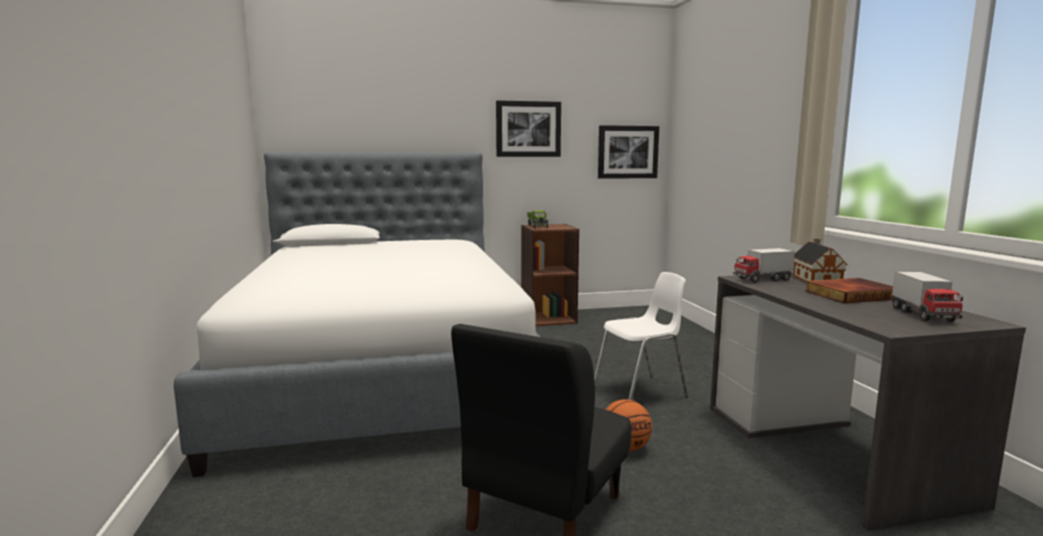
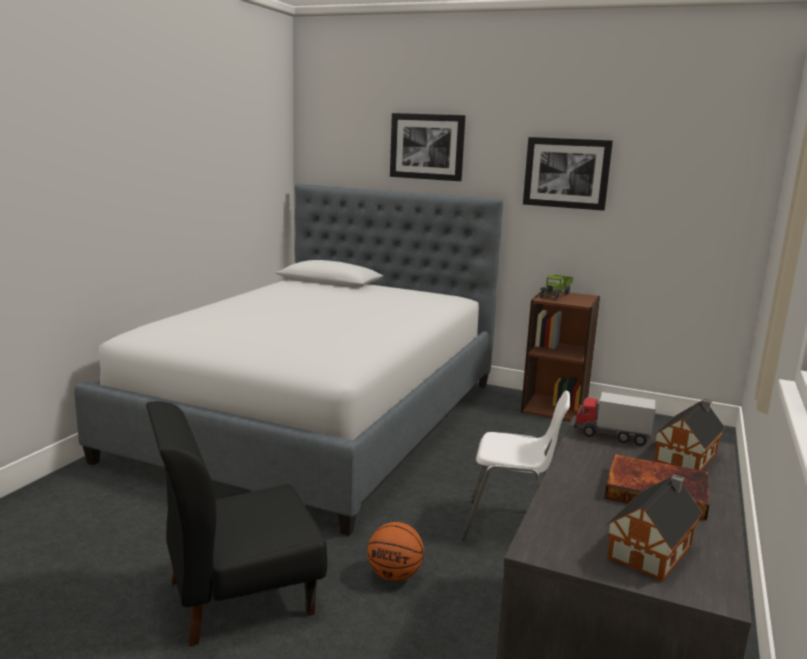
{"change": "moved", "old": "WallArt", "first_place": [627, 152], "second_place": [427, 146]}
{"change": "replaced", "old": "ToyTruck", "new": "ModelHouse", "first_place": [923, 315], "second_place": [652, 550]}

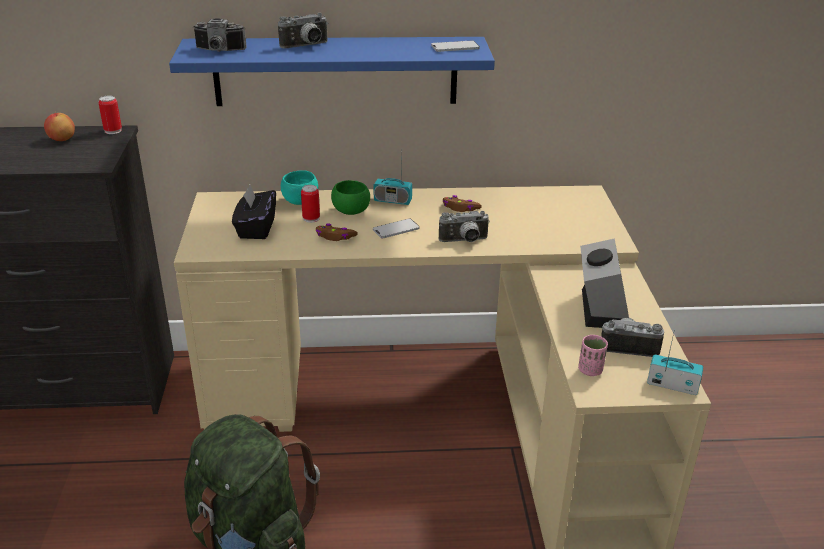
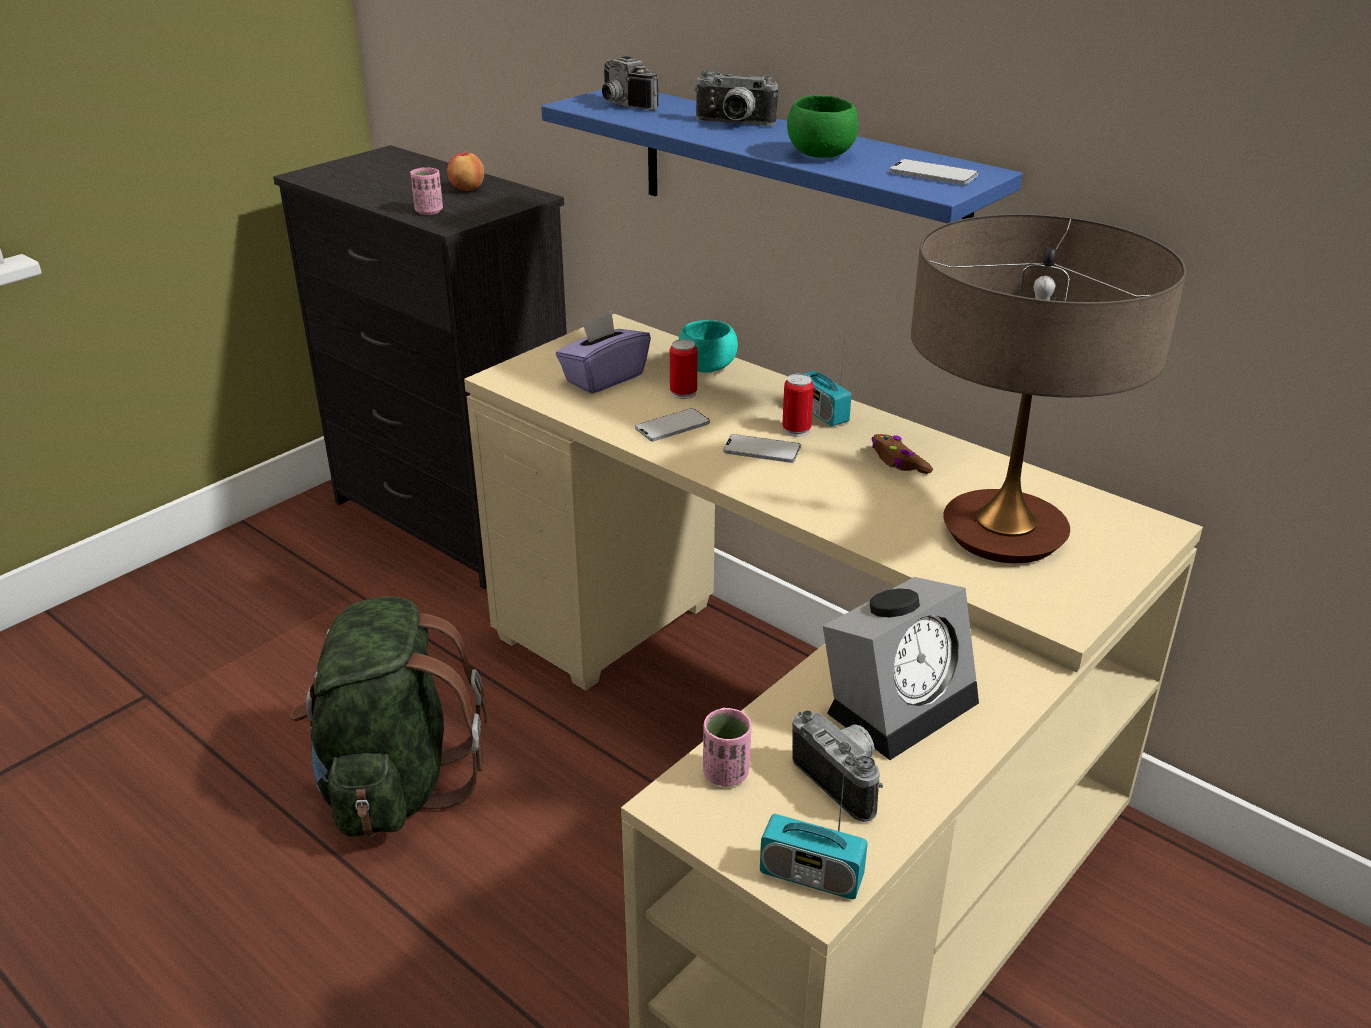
{"change": "added", "new": "PinkColouredSmallCup", "second_place": [429, 211]}
{"change": "recoloured", "old": "BlackColouredTissueHolder", "new": "PurpleColouredTissueHolder", "first_place": [256, 228], "second_place": [604, 378]}
{"change": "replaced", "old": "BrownJoypad", "new": "Handset", "first_place": [335, 237], "second_place": [672, 426]}
{"change": "turned", "old": "RadioSet", "first_place": [672, 385], "second_place": [811, 875], "degrees": 135}
{"change": "moved", "old": "Can", "first_place": [113, 131], "second_place": [796, 430]}
{"change": "moved", "old": "GreenBowl", "first_place": [351, 211], "second_place": [820, 155]}
{"change": "added", "new": "TableLamp", "second_place": [1004, 534]}
{"change": "removed", "old": "StillCamera", "first_place": [464, 241]}

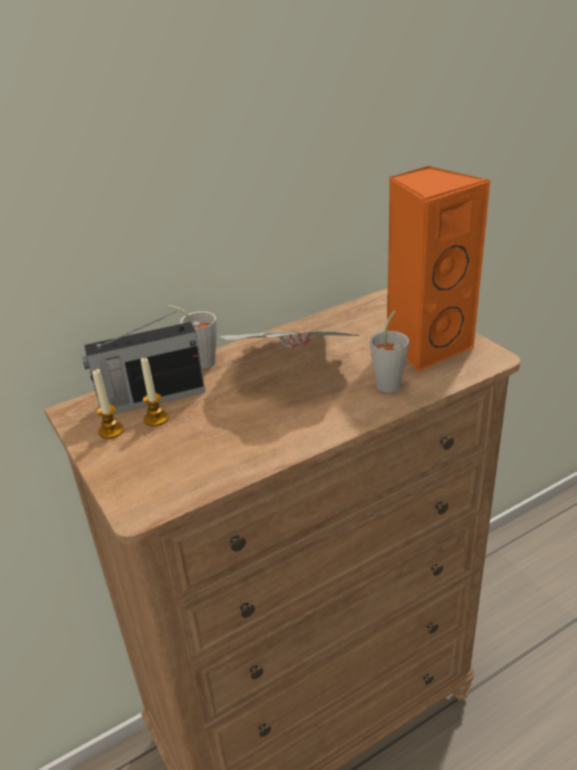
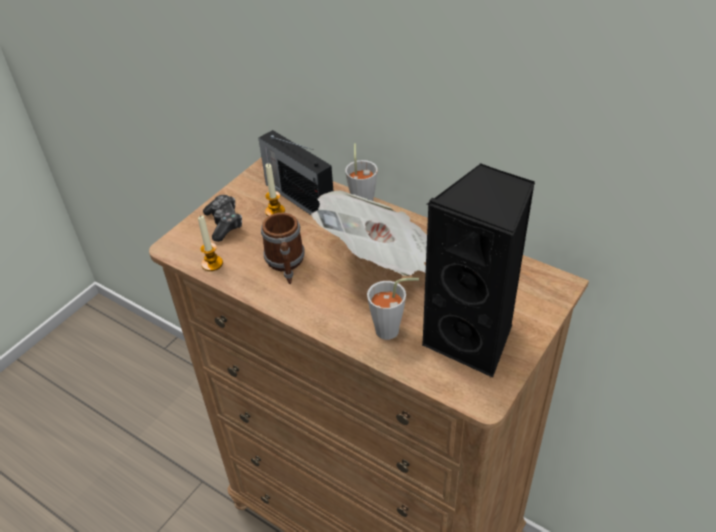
{"change": "moved", "old": "WaxCandle", "first_place": [111, 431], "second_place": [212, 264]}
{"change": "added", "new": "Joypad", "second_place": [224, 223]}
{"change": "added", "new": "Mug", "second_place": [286, 265]}
{"change": "recoloured", "old": "OrangeyAudioSpeaker", "new": "BlackColouredAudioSpeaker", "first_place": [426, 346], "second_place": [473, 339]}

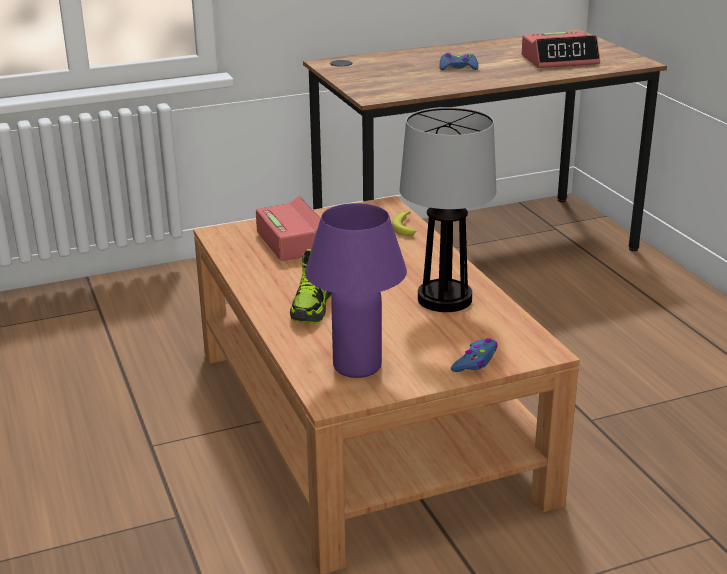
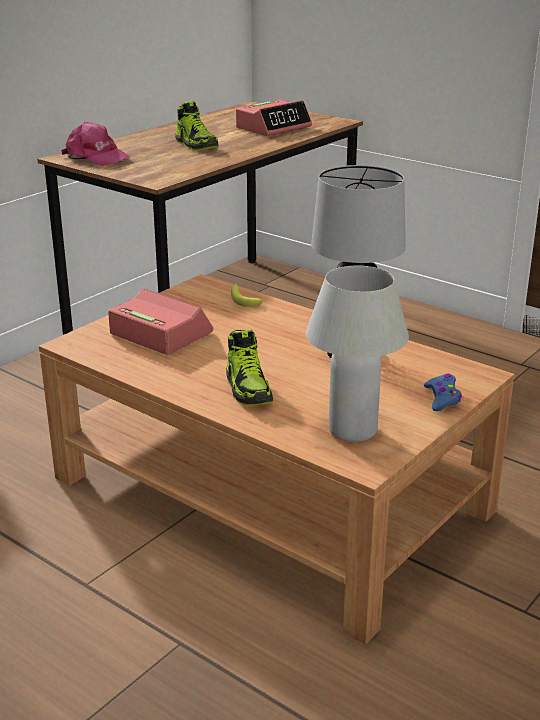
{"change": "added", "new": "PinkColouredBaseballCap", "second_place": [96, 157]}
{"change": "replaced", "old": "BlueColouredJoypad", "new": "Shoe", "first_place": [458, 67], "second_place": [196, 145]}
{"change": "recoloured", "old": "PurpleColouredTableLamp", "new": "WhitishTableLamp", "first_place": [357, 366], "second_place": [352, 430]}

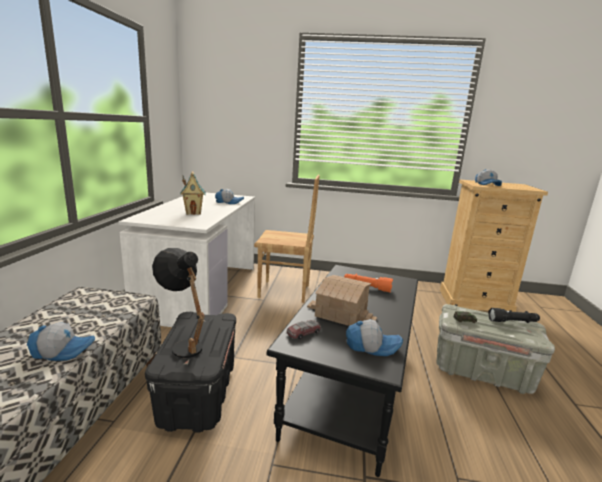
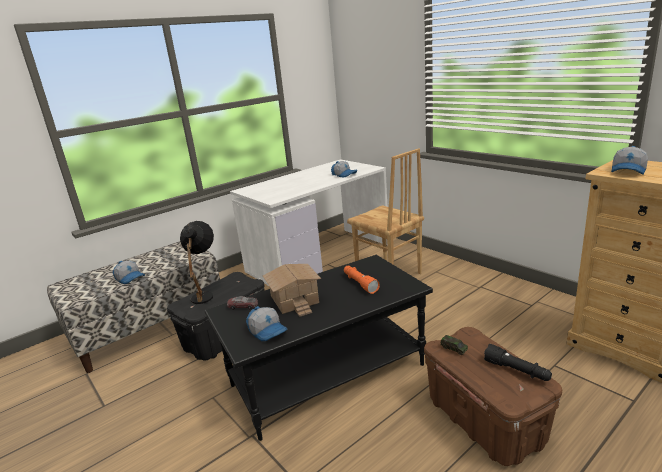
{"change": "recoloured", "old": "GrayStorageBox", "new": "BrownStorageBox", "first_place": [481, 372], "second_place": [483, 420]}
{"change": "removed", "old": "ModelHouse", "first_place": [194, 213]}

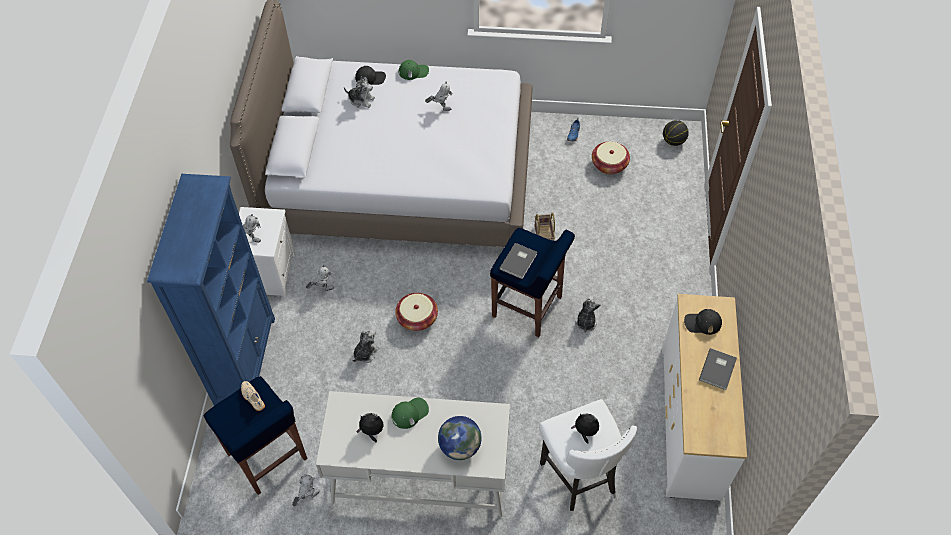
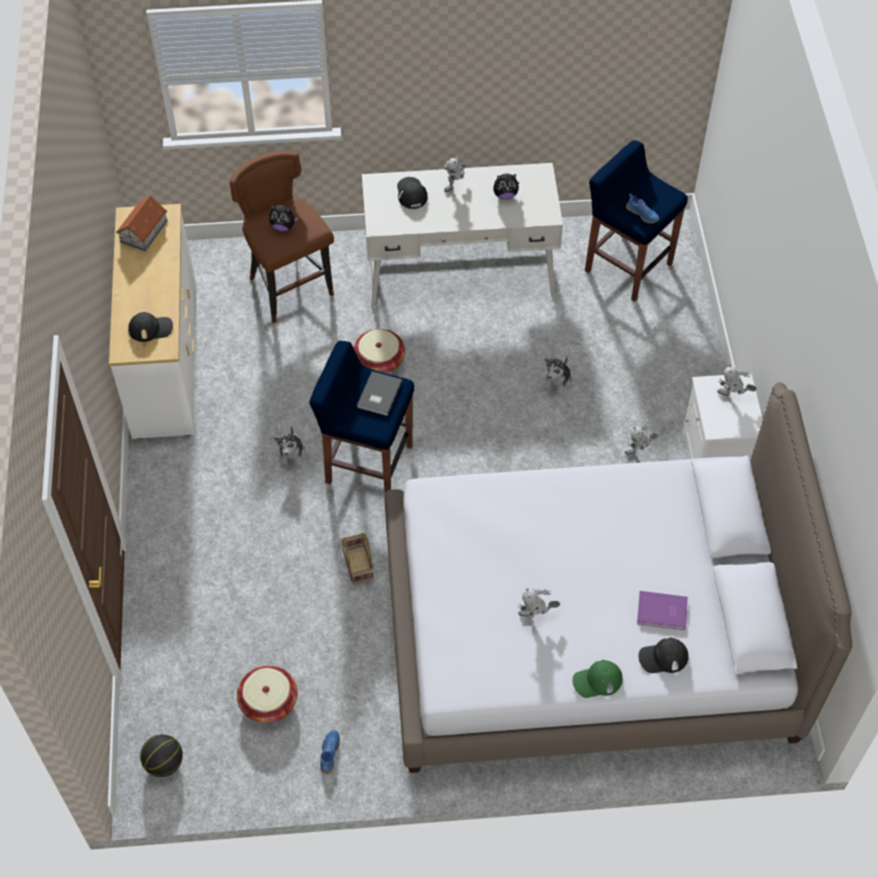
{"change": "added", "new": "ModelHouse", "second_place": [143, 231]}
{"change": "recoloured", "old": "WhitishSittingStool", "new": "BrownSittingStool", "first_place": [578, 479], "second_place": [290, 289]}
{"change": "moved", "old": "HouseholdBasket", "first_place": [417, 318], "second_place": [379, 360]}
{"change": "replaced", "old": "DeskGlobe", "new": "BlackColouredBaseballCap", "first_place": [460, 446], "second_place": [411, 193]}
{"change": "moved", "old": "ModelRobot", "first_place": [307, 497], "second_place": [456, 185]}
{"change": "recoloured", "old": "BeigeColouredShoe", "new": "BlueColouredShoe", "first_place": [252, 398], "second_place": [642, 214]}
{"change": "replaced", "old": "CuddlyToy", "new": "PurpleColouredVolume", "first_place": [361, 100], "second_place": [662, 612]}
{"change": "removed", "old": "BlueColouredBookcase", "first_place": [245, 360]}
{"change": "removed", "old": "GreenBaseballCap", "first_place": [410, 413]}
{"change": "removed", "old": "GrayVolume", "first_place": [718, 369]}

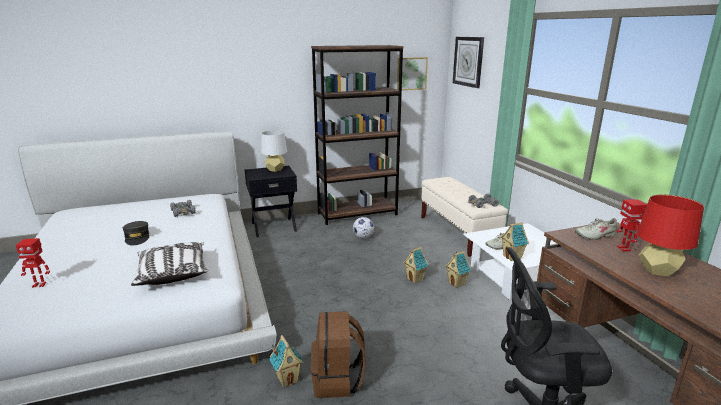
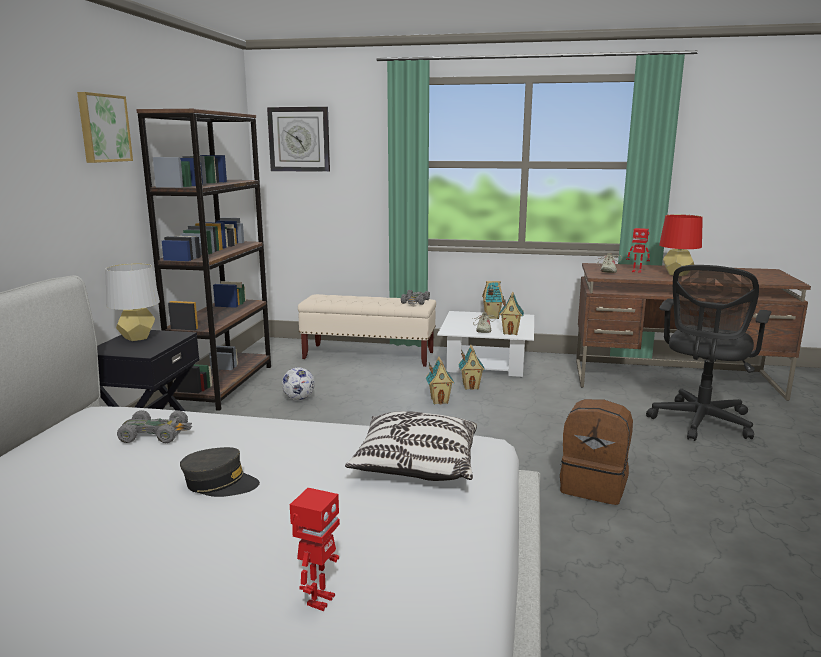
{"change": "moved", "old": "WallArt", "first_place": [411, 73], "second_place": [103, 128]}
{"change": "moved", "old": "ModelHouse", "first_place": [287, 379], "second_place": [491, 317]}

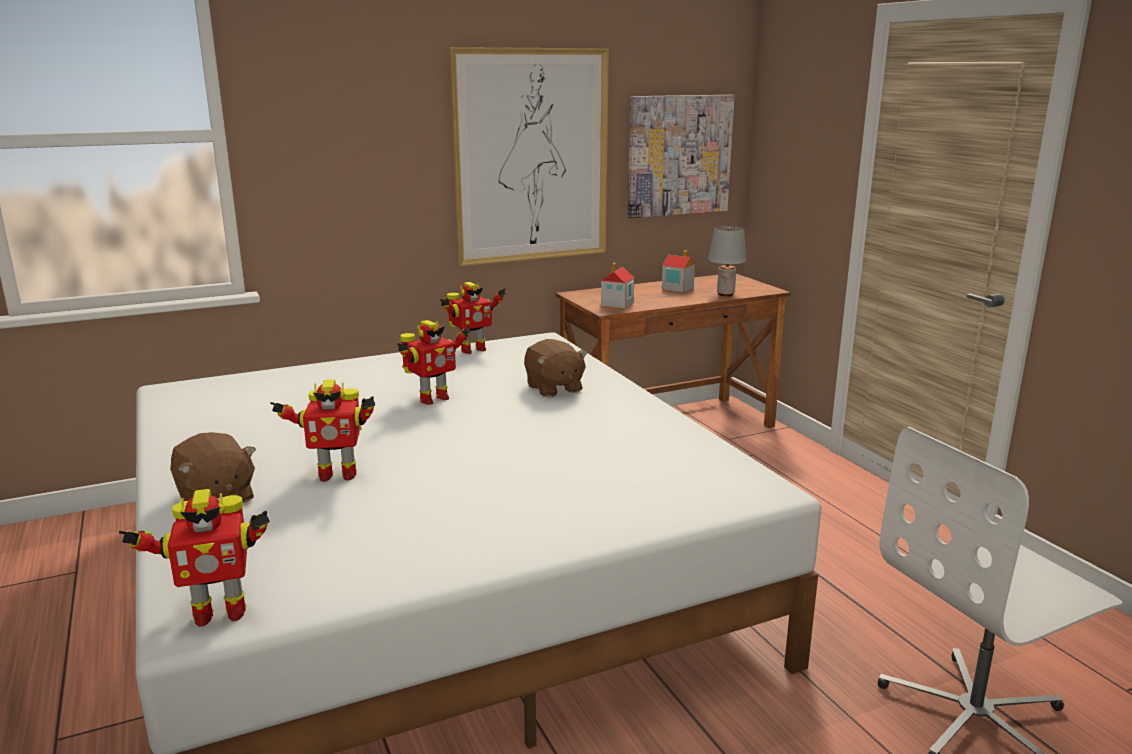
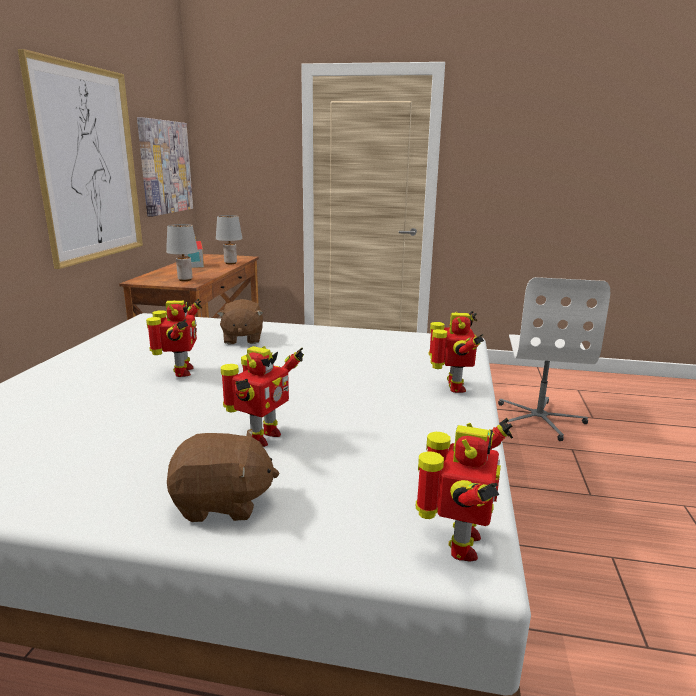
{"change": "replaced", "old": "ModelHouse", "new": "GrayTableLamp", "first_place": [617, 304], "second_place": [185, 280]}
{"change": "turned", "old": "BrownCuddlyToy", "first_place": [554, 388], "second_place": [242, 339], "degrees": 75}
{"change": "moved", "old": "ModelRobot", "first_place": [472, 350], "second_place": [453, 387]}

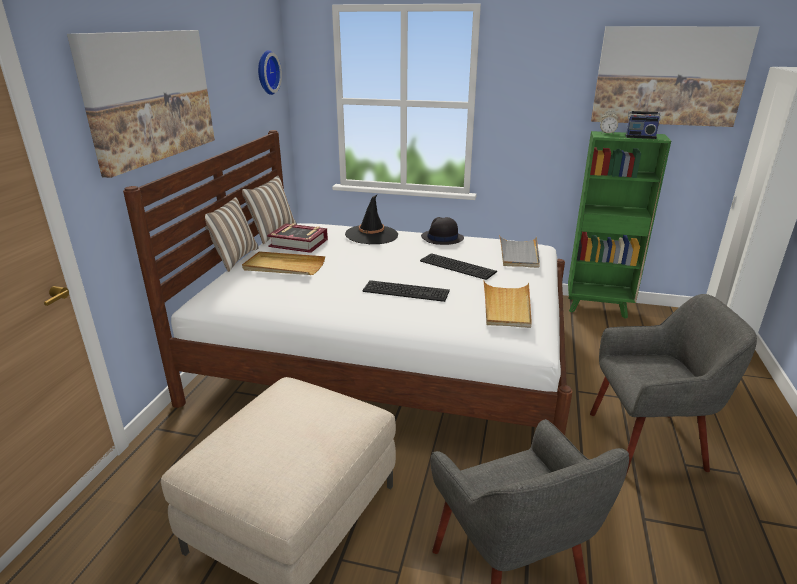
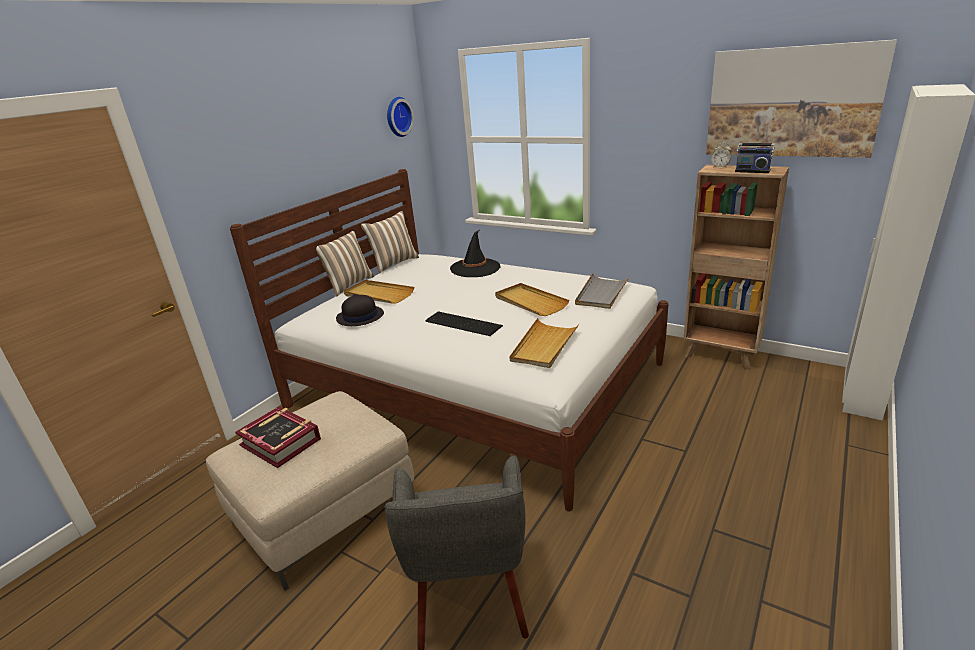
{"change": "moved", "old": "Volume", "first_place": [299, 243], "second_place": [281, 442]}
{"change": "moved", "old": "BlackColouredHat", "first_place": [442, 238], "second_place": [360, 317]}
{"change": "replaced", "old": "Keyboard", "new": "BeigeColouredServingTray", "first_place": [457, 266], "second_place": [530, 302]}
{"change": "recoloured", "old": "GreenBookcase", "new": "BrownBookcase", "first_place": [598, 308], "second_place": [721, 355]}
{"change": "removed", "old": "WallArt", "first_place": [150, 96]}
{"change": "removed", "old": "GrayEasyChair", "first_place": [648, 441]}

